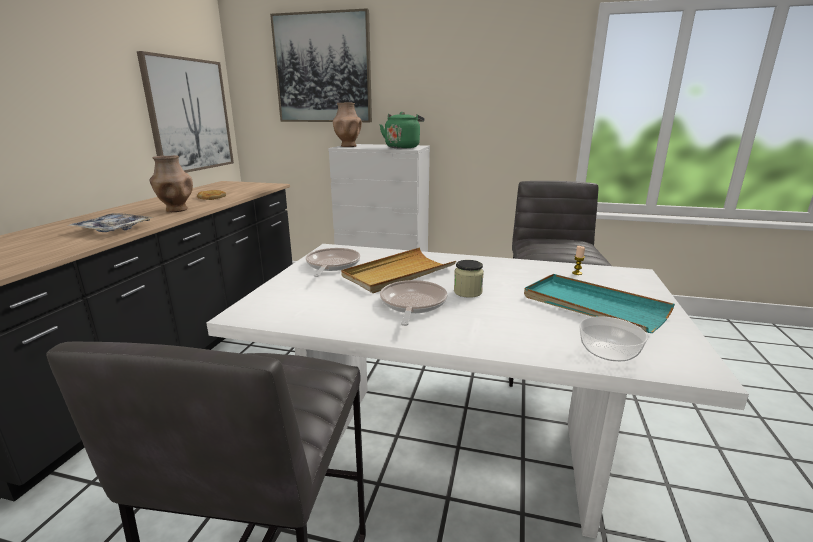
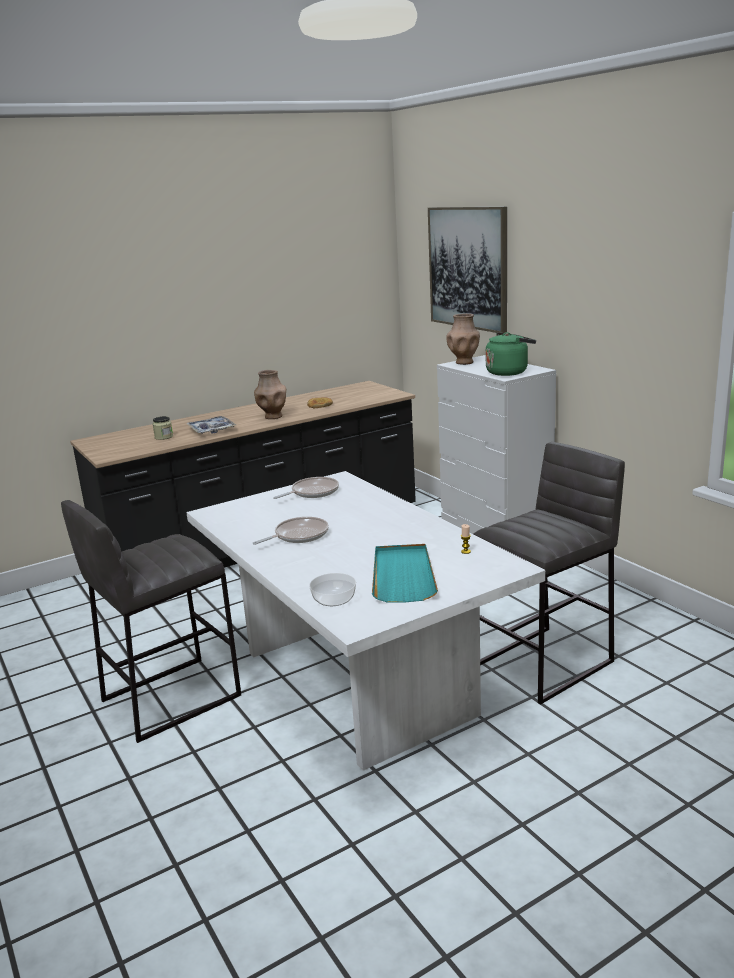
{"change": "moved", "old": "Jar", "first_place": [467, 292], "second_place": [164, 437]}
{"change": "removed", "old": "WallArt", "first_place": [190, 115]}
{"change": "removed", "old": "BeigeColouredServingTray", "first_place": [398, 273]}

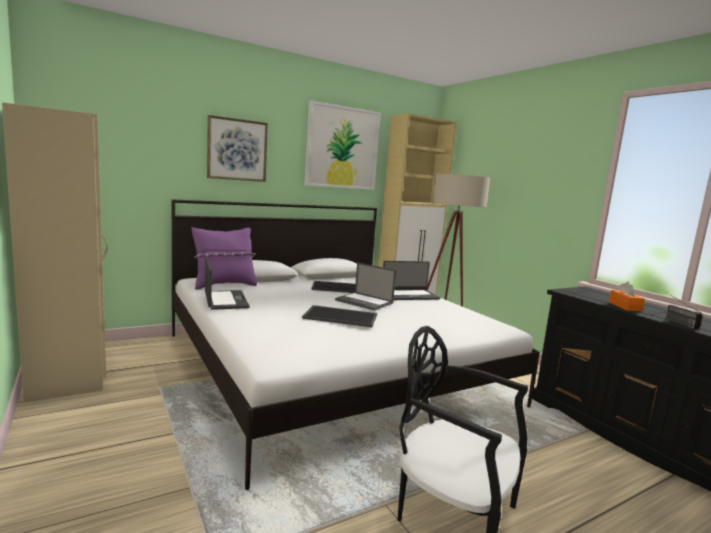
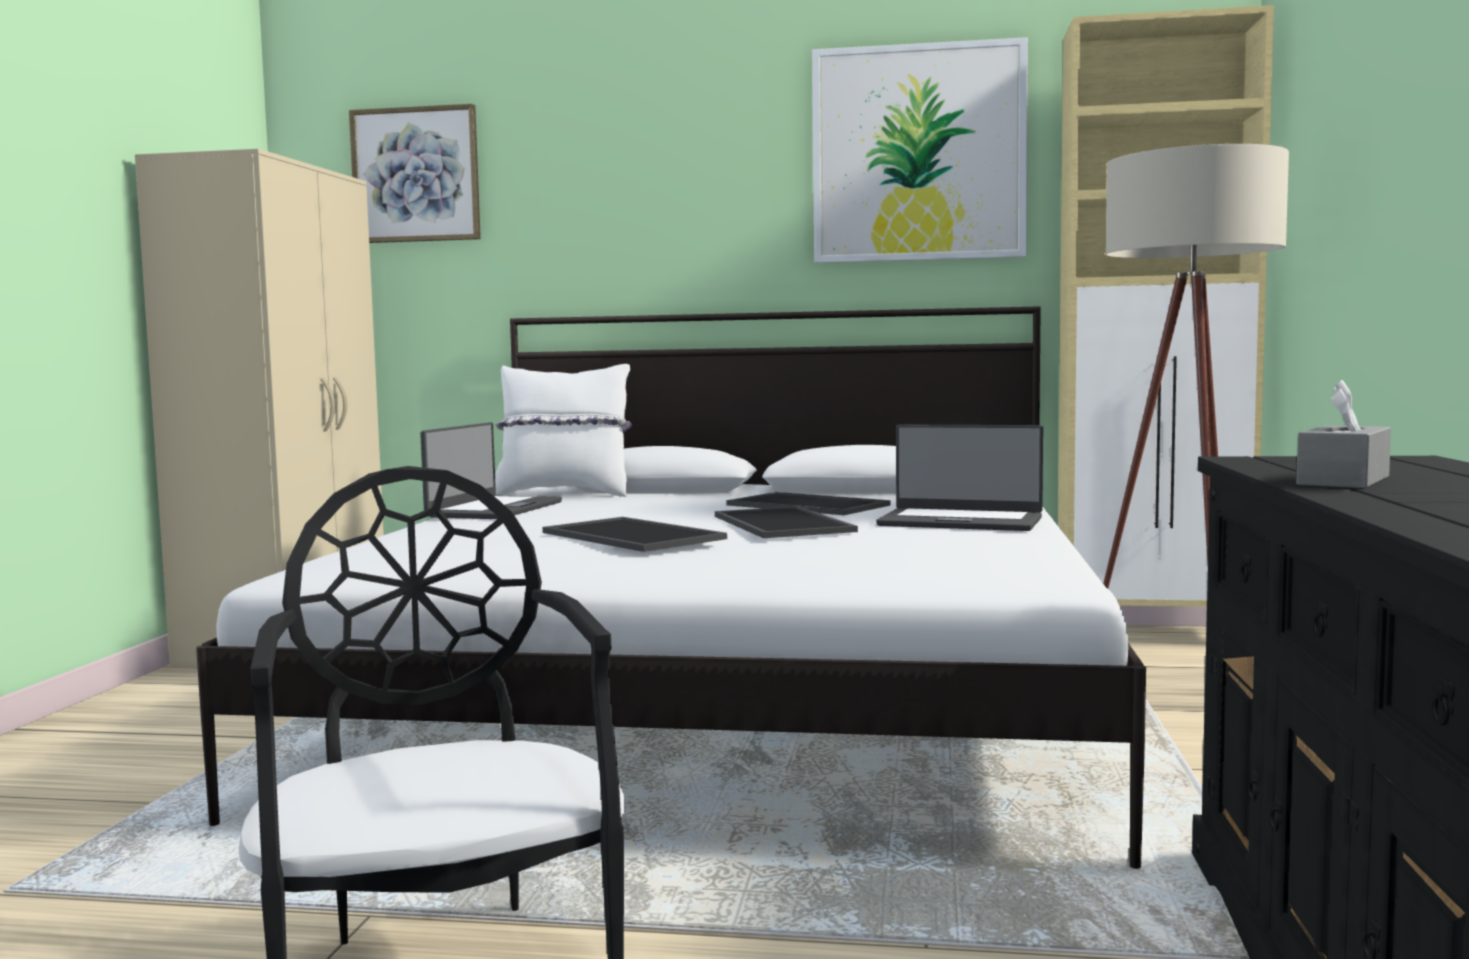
{"change": "moved", "old": "WallArt", "first_place": [237, 149], "second_place": [416, 175]}
{"change": "recoloured", "old": "PurpleColouredCushion", "new": "WhitishCushion", "first_place": [224, 285], "second_place": [564, 494]}
{"change": "replaced", "old": "Laptop", "new": "ServingTray", "first_place": [365, 302], "second_place": [785, 524]}
{"change": "recoloured", "old": "OrangeyTissueHolder", "new": "GrayTissueHolder", "first_place": [624, 306], "second_place": [1343, 480]}
{"change": "removed", "old": "RadioSet", "first_place": [673, 321]}

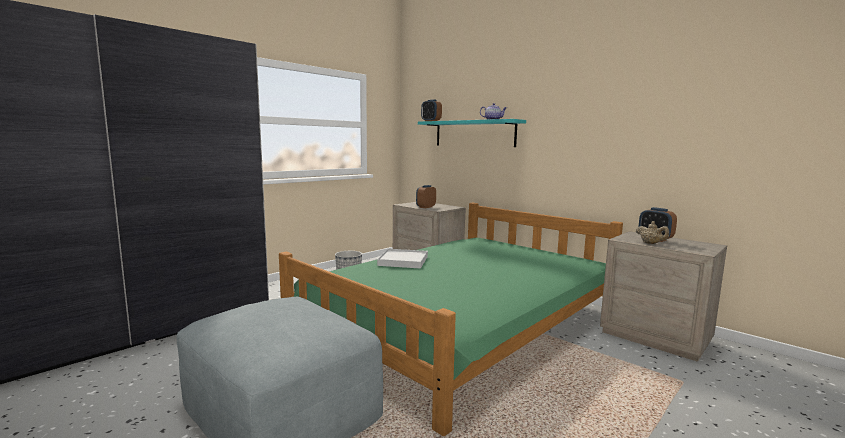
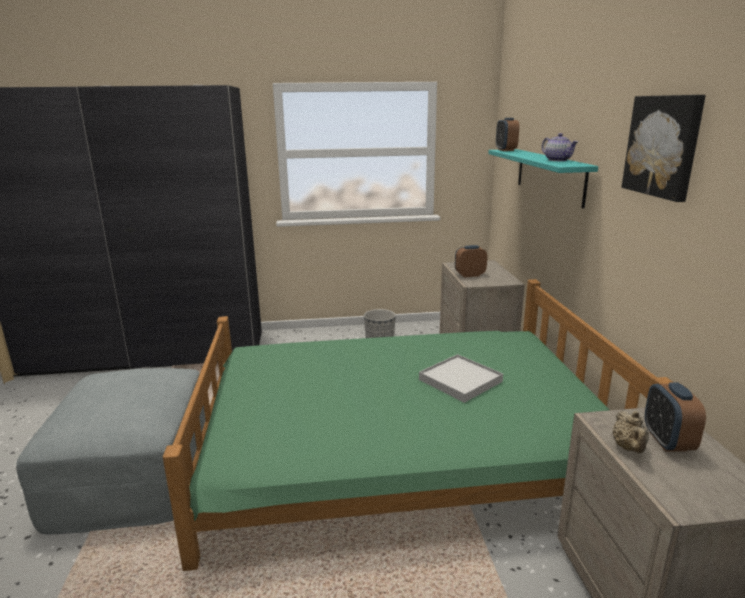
{"change": "moved", "old": "WhitishServingTray", "first_place": [403, 261], "second_place": [460, 381]}
{"change": "added", "new": "WallArt", "second_place": [663, 146]}

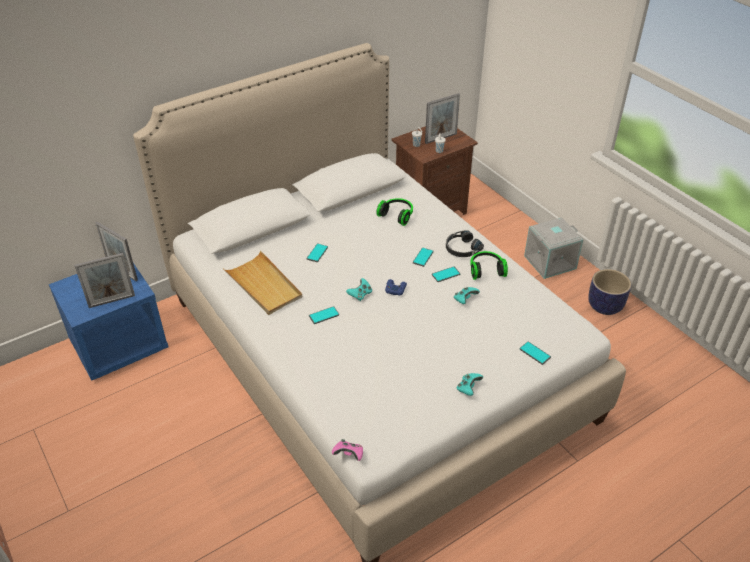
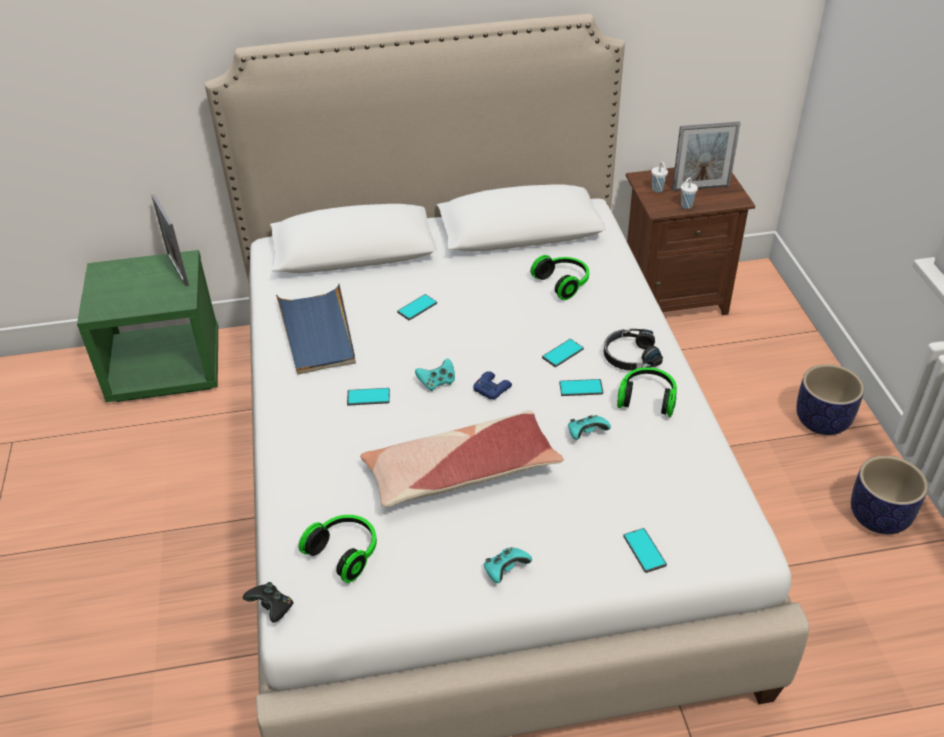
{"change": "recoloured", "old": "BlueColouredNightTable", "new": "GreenNightTable", "first_place": [119, 345], "second_place": [166, 368]}
{"change": "recoloured", "old": "PinkColouredJoypad", "new": "BlackColouredJoypad", "first_place": [349, 454], "second_place": [272, 608]}
{"change": "recoloured", "old": "BeigeColouredServingTray", "new": "BlueColouredServingTray", "first_place": [264, 285], "second_place": [317, 333]}
{"change": "added", "new": "Headset", "second_place": [345, 552]}
{"change": "added", "new": "Cushion", "second_place": [460, 472]}
{"change": "replaced", "old": "GrayStorageBox", "new": "PlantPot", "first_place": [549, 261], "second_place": [822, 421]}
{"change": "removed", "old": "PhotoFrame", "first_place": [112, 301]}

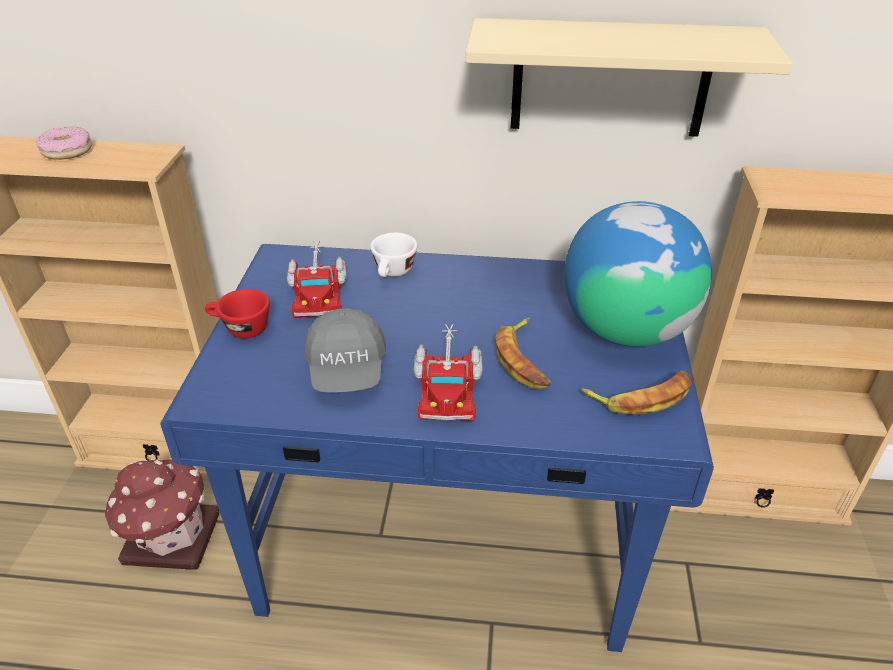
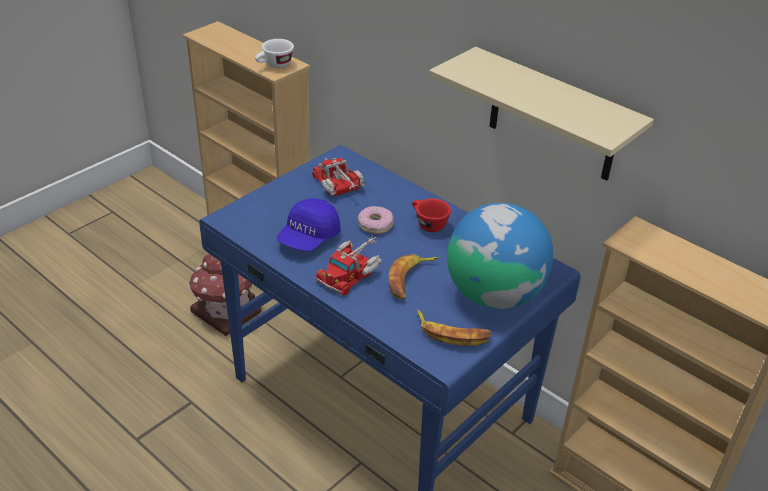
{"change": "moved", "old": "WhitishSmallCup", "first_place": [393, 273], "second_place": [274, 65]}
{"change": "recoloured", "old": "GrayBaseballCap", "new": "BlueColouredBaseballCap", "first_place": [347, 370], "second_place": [308, 238]}
{"change": "turned", "old": "ToyTruck", "first_place": [318, 292], "second_place": [340, 187], "degrees": 120}
{"change": "moved", "old": "Donut", "first_place": [67, 151], "second_place": [375, 225]}
{"change": "moved", "old": "ReddishSmallCup", "first_place": [240, 329], "second_place": [427, 224]}

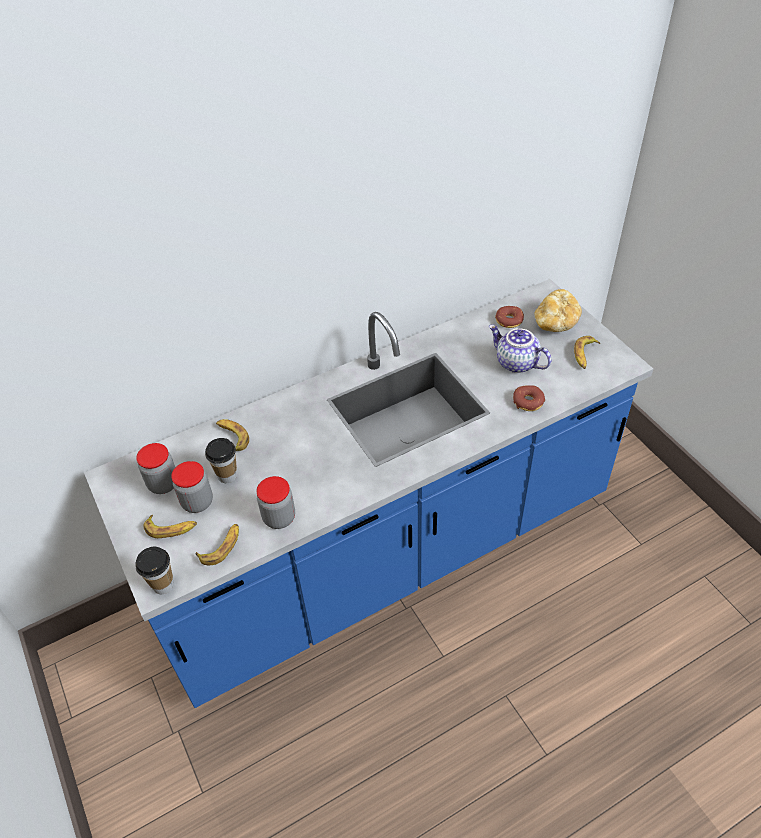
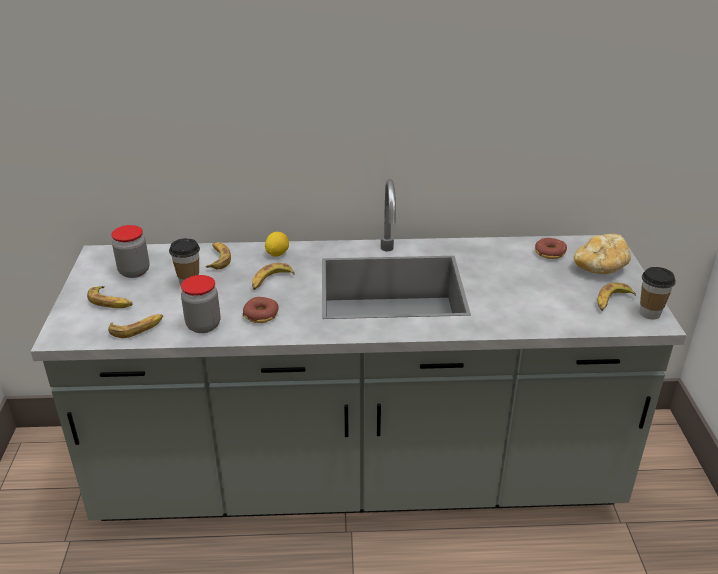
{"change": "recoloured", "old": "BlueColouredCounter", "new": "GrayCounter", "first_place": [387, 556], "second_place": [359, 478]}
{"change": "moved", "old": "Donut", "first_place": [528, 402], "second_place": [261, 315]}
{"change": "added", "new": "Banana", "second_place": [271, 281]}
{"change": "added", "new": "WholeLemon", "second_place": [277, 254]}
{"change": "moved", "old": "SmallCup", "first_place": [163, 585], "second_place": [649, 313]}
{"change": "removed", "old": "Jar", "first_place": [197, 502]}
{"change": "removed", "old": "Teapot", "first_place": [516, 363]}

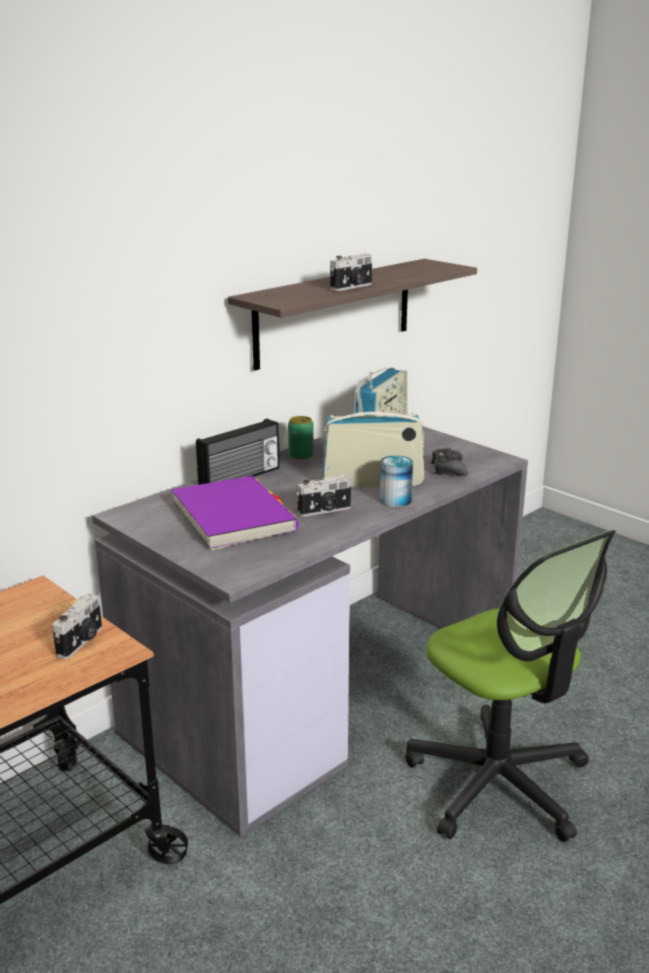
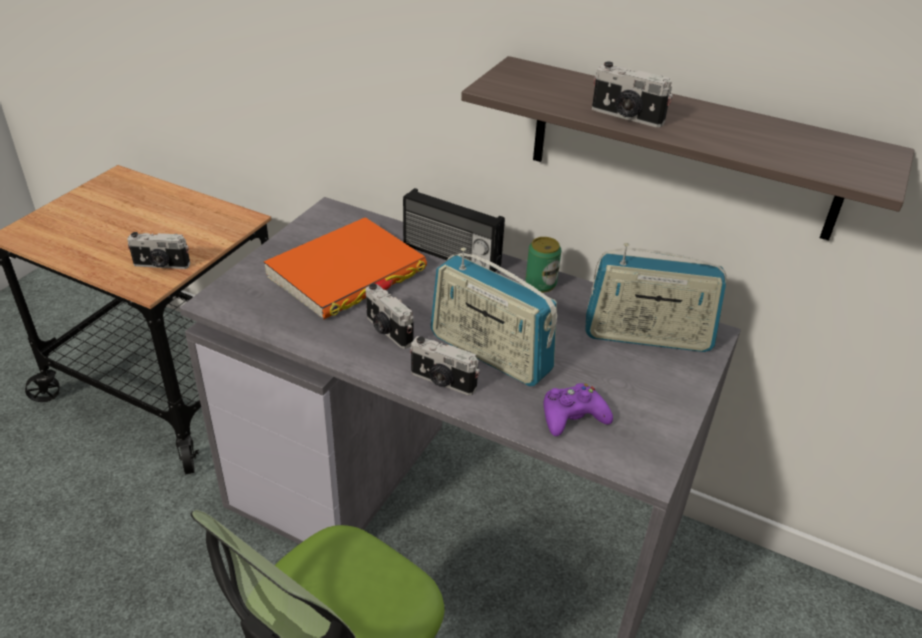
{"change": "recoloured", "old": "PurpleColouredVolume", "new": "OrangeyVolume", "first_place": [233, 517], "second_place": [346, 273]}
{"change": "replaced", "old": "Can", "new": "StillCamera", "first_place": [395, 500], "second_place": [442, 382]}
{"change": "turned", "old": "RadioSet", "first_place": [372, 482], "second_place": [490, 353], "degrees": 150}
{"change": "recoloured", "old": "BlackColouredJoypad", "new": "PurpleColouredJoypad", "first_place": [448, 469], "second_place": [572, 416]}

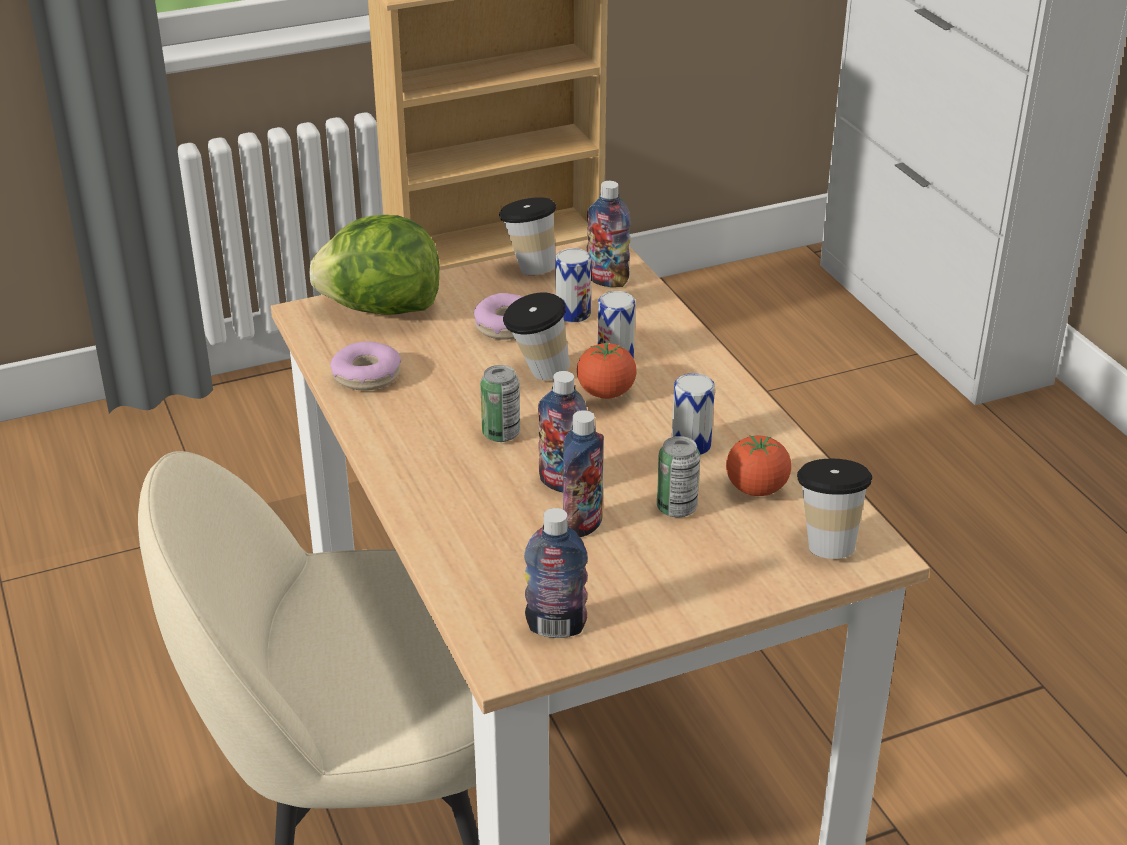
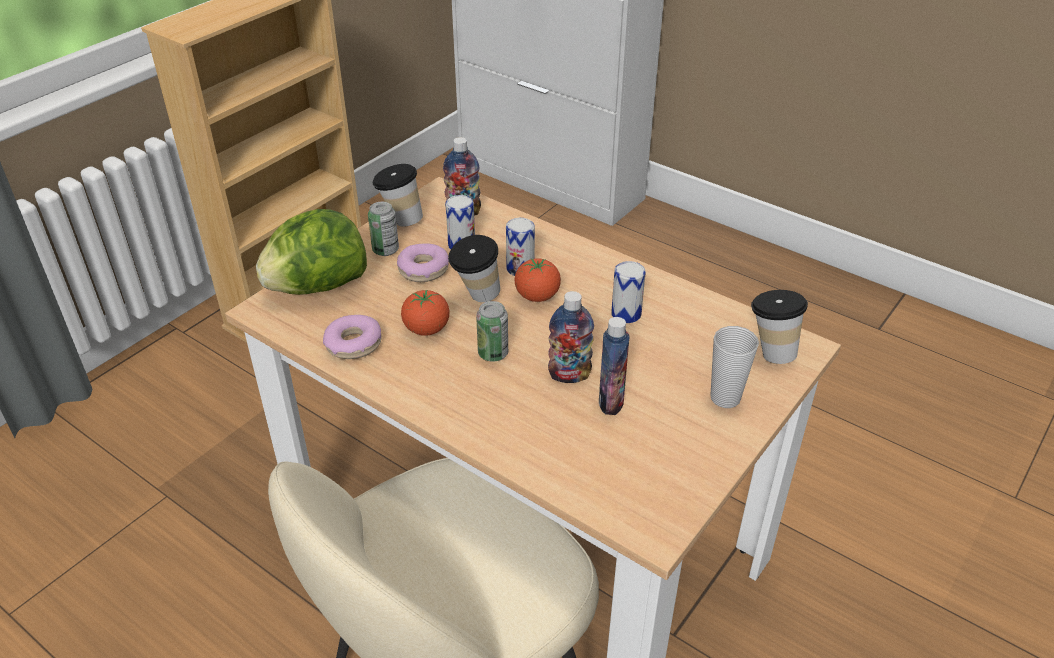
{"change": "moved", "old": "Can", "first_place": [676, 508], "second_place": [385, 250]}
{"change": "moved", "old": "FreshTomato", "first_place": [756, 489], "second_place": [426, 329]}
{"change": "added", "new": "SmallCup", "second_place": [725, 398]}
{"change": "removed", "old": "Bottle", "first_place": [556, 627]}

